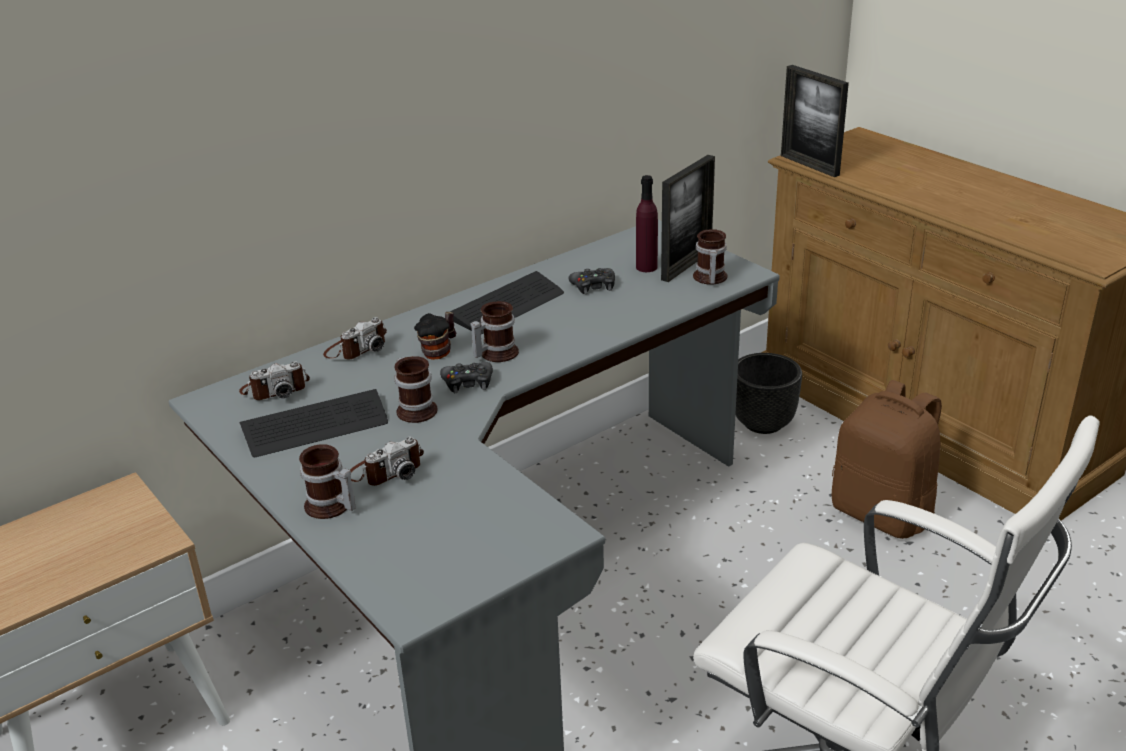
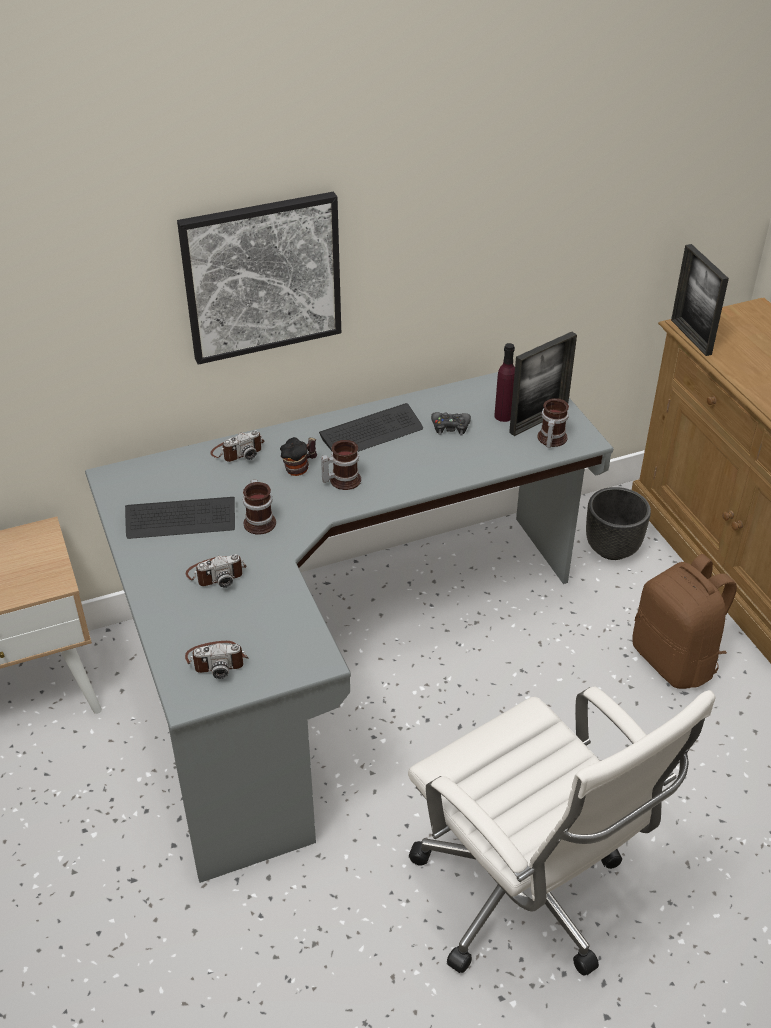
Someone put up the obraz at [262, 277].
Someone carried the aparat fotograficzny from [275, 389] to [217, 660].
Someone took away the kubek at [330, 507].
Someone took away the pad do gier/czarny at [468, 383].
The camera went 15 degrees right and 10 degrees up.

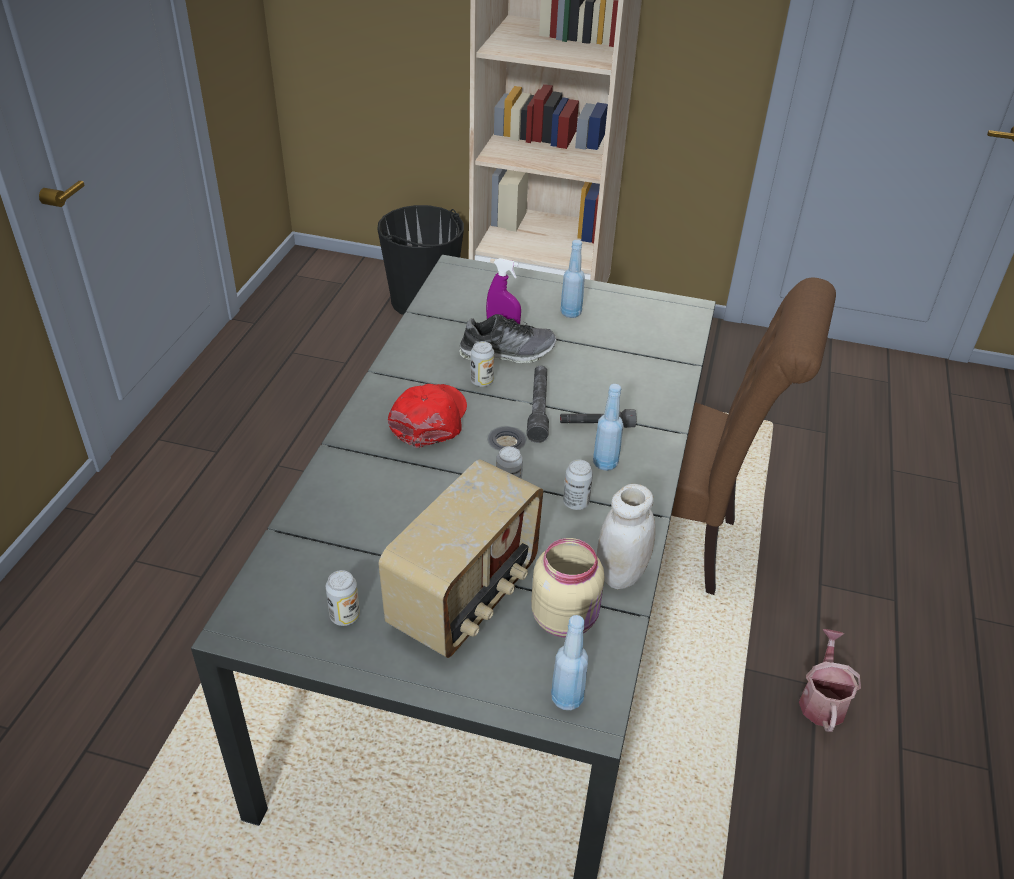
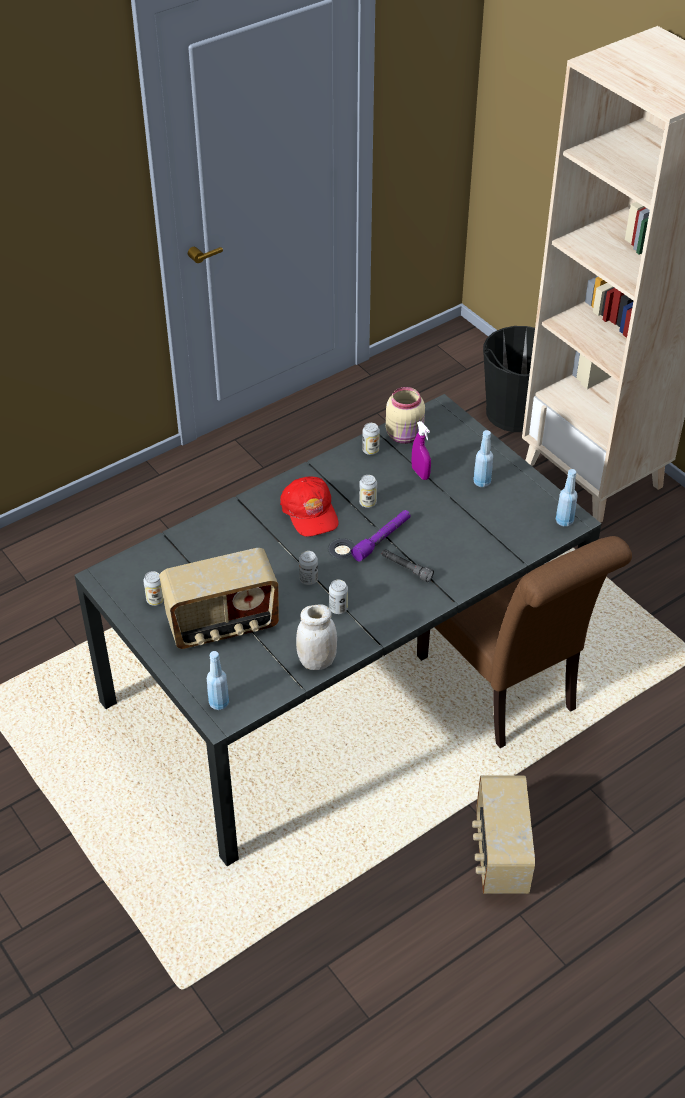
Someone rotated the czapka z daszkiem/czerwony at [430, 419] by 105 degrees clockwise.
Someone repainted the latarka/szary at [538, 408], which became the latarka/fioletowy at [382, 539].
Someone put down the puszka at [370, 450].
Someone carried the słoik/beżowy from [566, 617] to [405, 435].
Someone swapped the konewka at [822, 700] for the radio at [499, 855].
Someone carried the butelka/niebieski from [605, 463] to [564, 521].
Someone took away the but at [507, 352].
The camera went 40 degrees right and 5 degrees up.

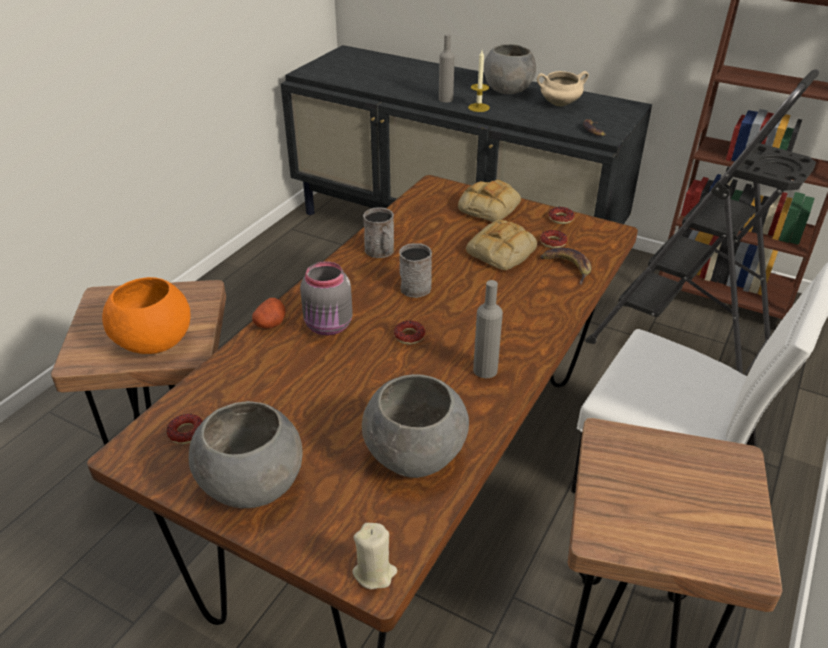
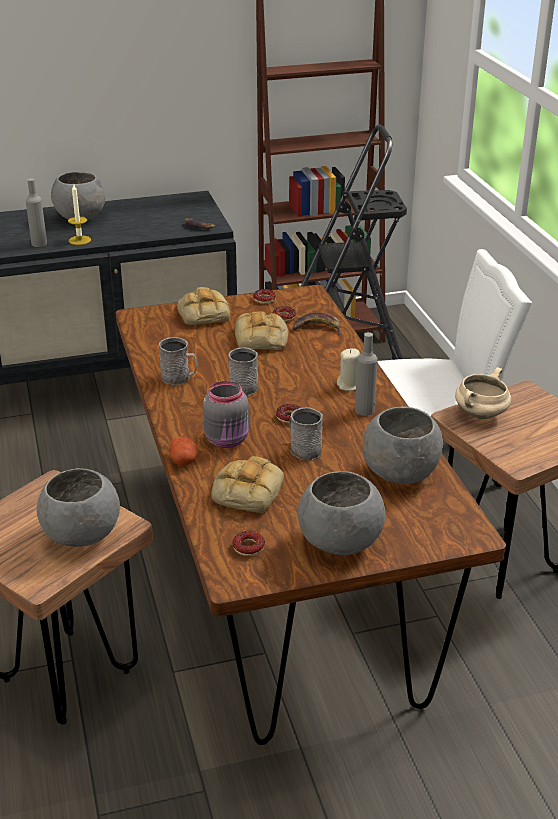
Someone repainted the miska/pomarańczowy at [154, 343], which became the miska/szary at [82, 536].
Someone put down the chleb at [247, 490].
Someone put down the kubek/szary at [303, 449].
Someone carried the świeca/beżowy from [374, 573] to [349, 385].
Someone carried the garnek/beżowy from [559, 104] to [481, 415].
The camera went 45 degrees left and 5 degrees down.

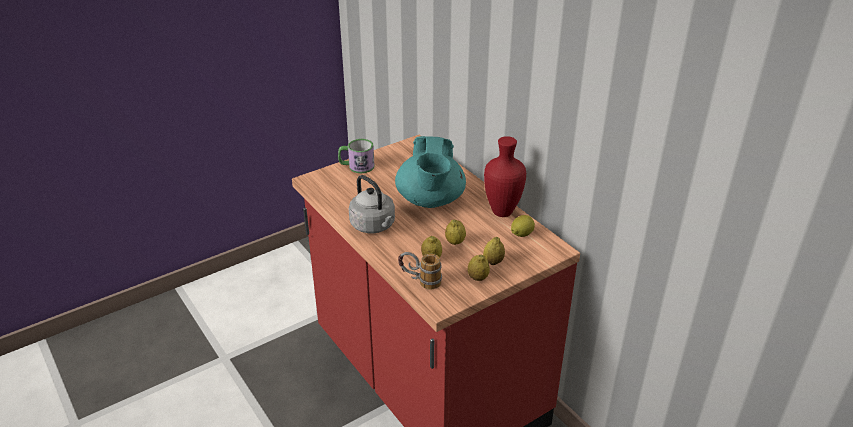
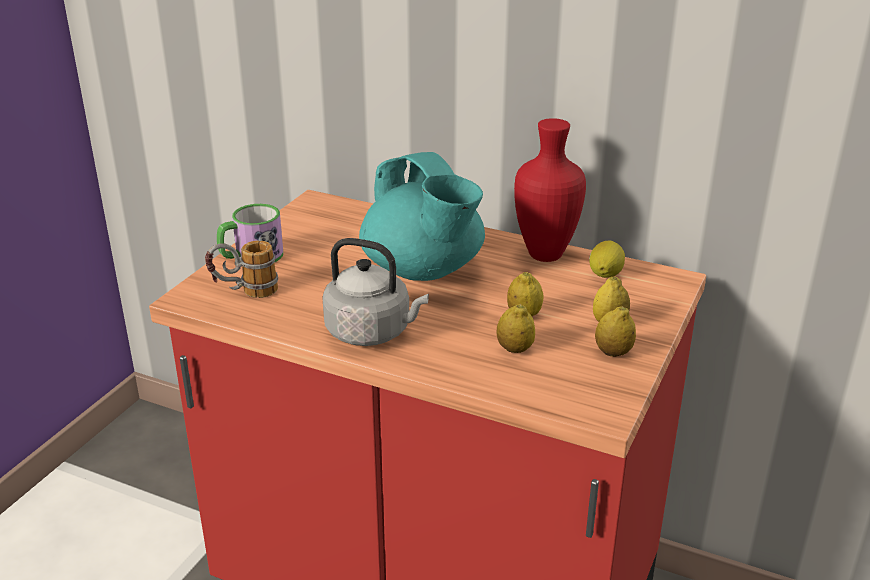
Someone carried the kubek from [420, 282] to [245, 293].
The camera went 30 degrees left and 5 degrees down.

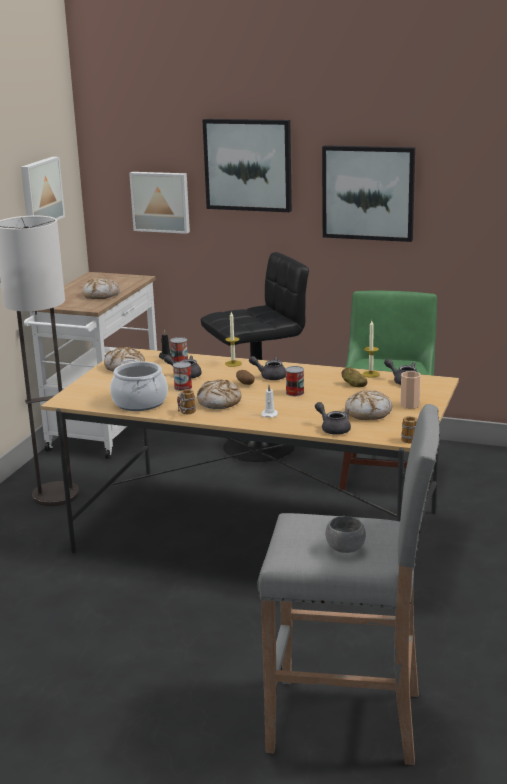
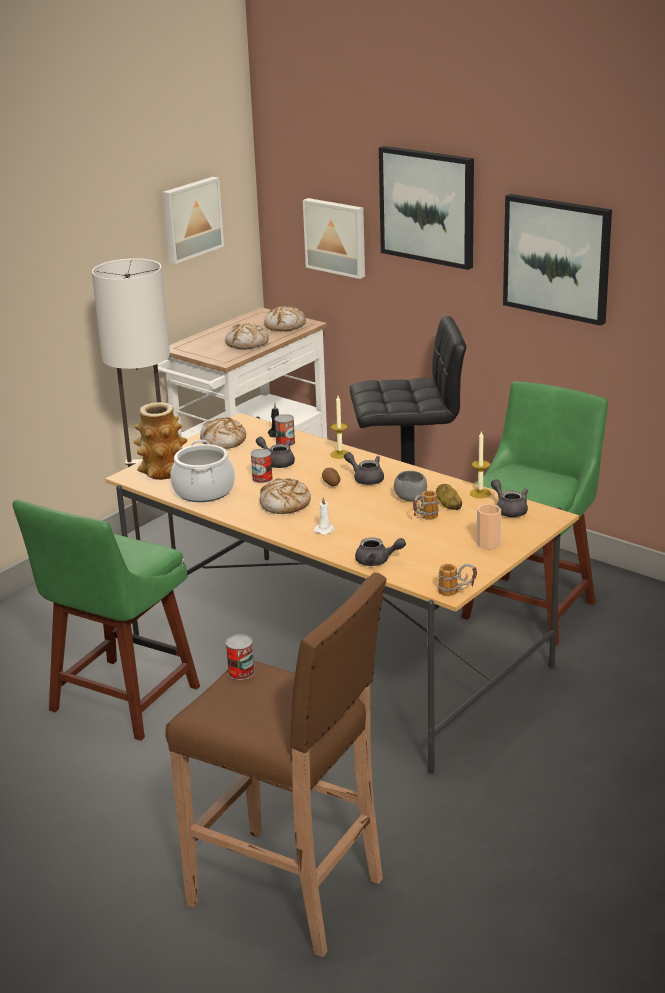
Someone put down the krzesło/zielony at [119, 702].
Someone put down the wazon at [163, 471].
Someone repainted the stołek/szary at [349, 721], which became the stołek/brązowy at [289, 892].
Someone carried the puszka from [295, 393] to [241, 672].
Someone carried the chleb from [368, 412] to [285, 326].
Someone rotated the imbryk/szary at [333, 429] by 120 degrees clockwise.
Someone carried the miska/szary from [345, 548] to [410, 498].
Someone carried the kubek from [185, 414] to [424, 518].
The camera went 20 degrees right and 5 degrees up.

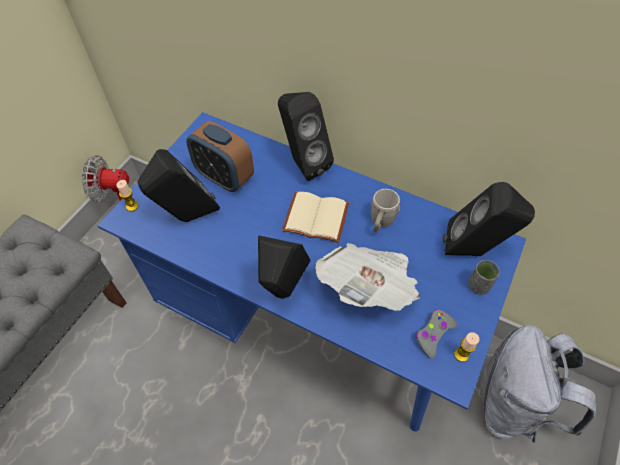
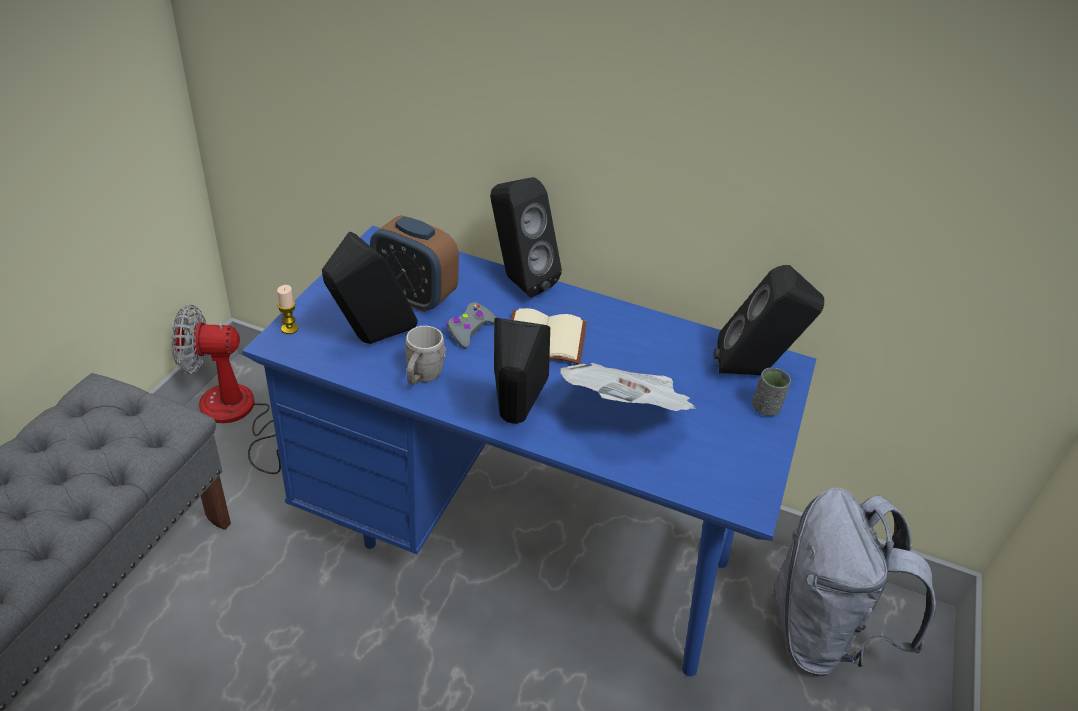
Someone carried the kubek/szary from [380, 223] to [421, 377].
Someone carried the pad do gier/szary from [433, 334] to [470, 330].
Someone took away the świeca at [461, 354].
The camera went 10 degrees left and 15 degrees down.

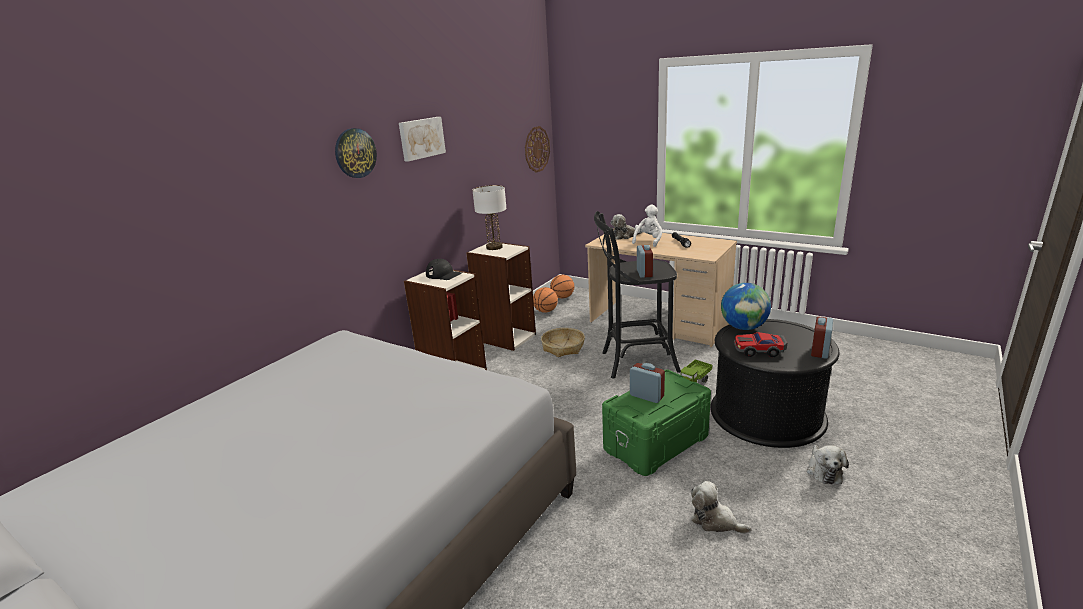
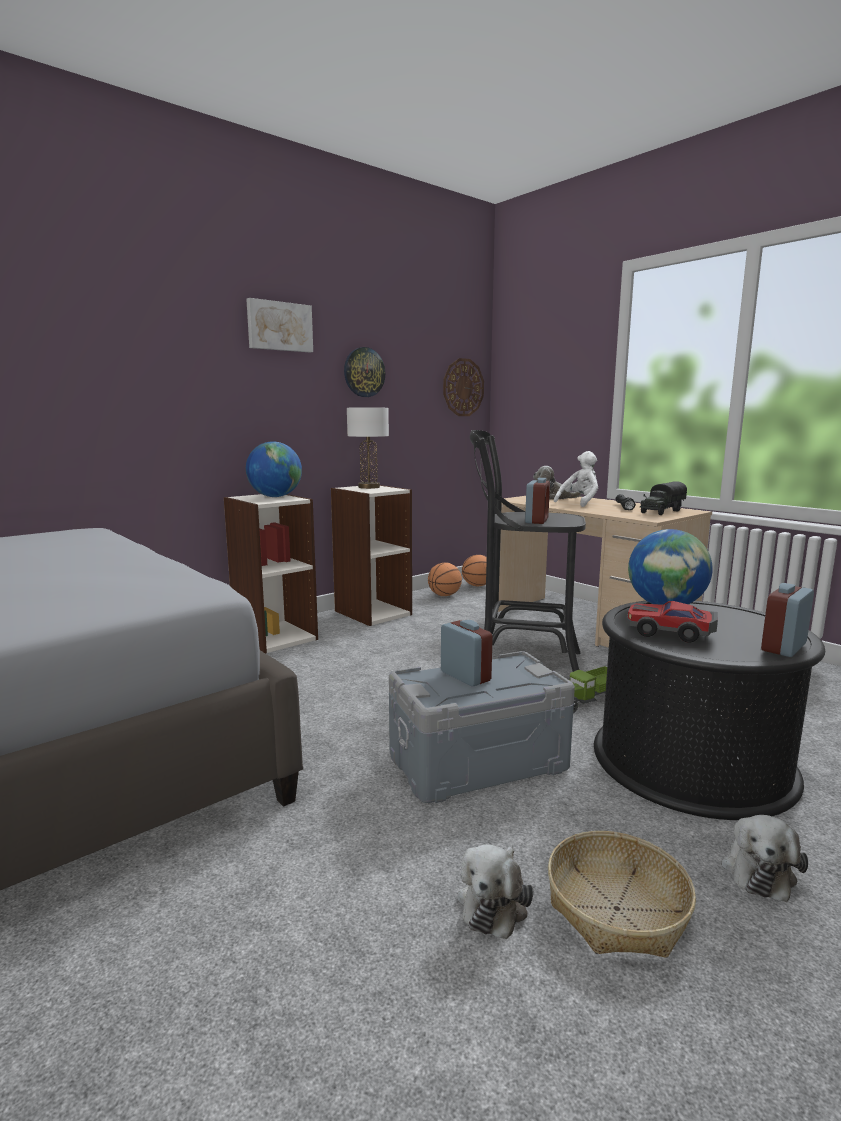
Someone swapped the czapka z daszkiem/czarny at [444, 275] for the globus at [275, 497].
Someone carried the zegar ścienny from [355, 153] to [364, 372].
Someone repainted the pojemnik do przechowywania/zielony at [655, 442], which became the pojemnik do przechowywania/szary at [476, 761].
Someone rotated the pluszak at [715, 521] by 120 degrees counterclockwise.
Someone carried the koszyk from [563, 348] to [616, 909].
Someone put down the ciężarówka zabawkowa at [661, 511].
The camera went 15 degrees right and 10 degrees down.

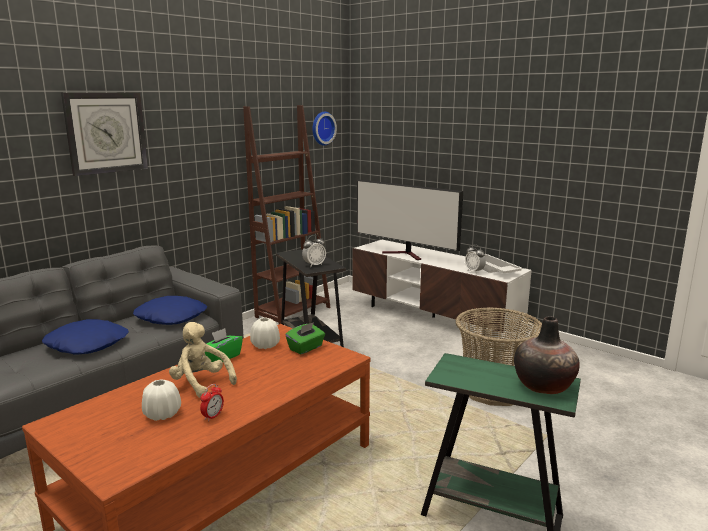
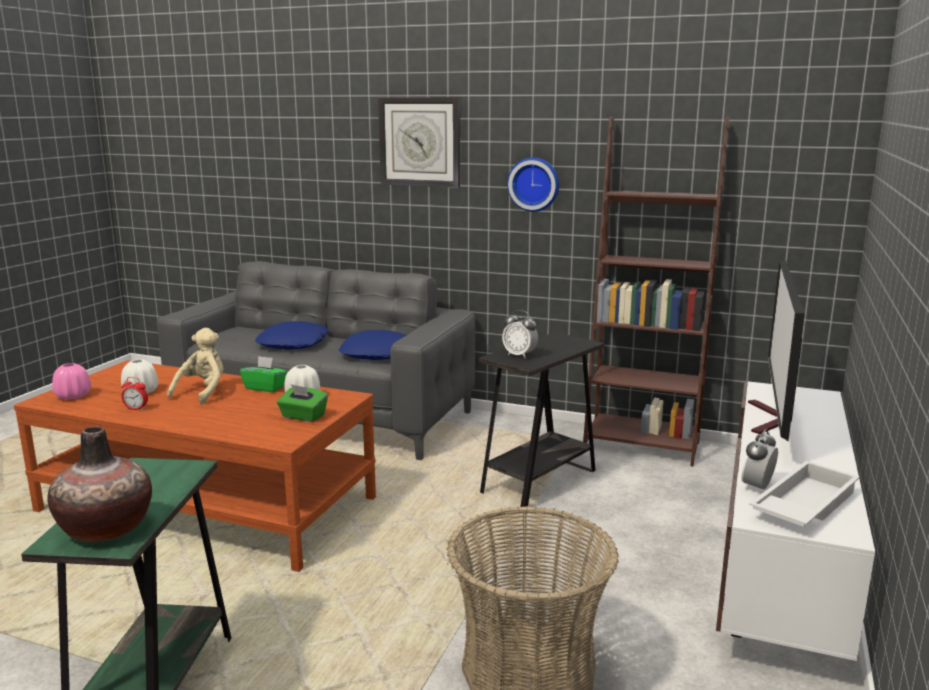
Someone put down the wazon/różowy at [73, 396].
Someone carried the zegar ścienny from [322, 128] to [534, 184].
The camera went 70 degrees right and 0 degrees up.

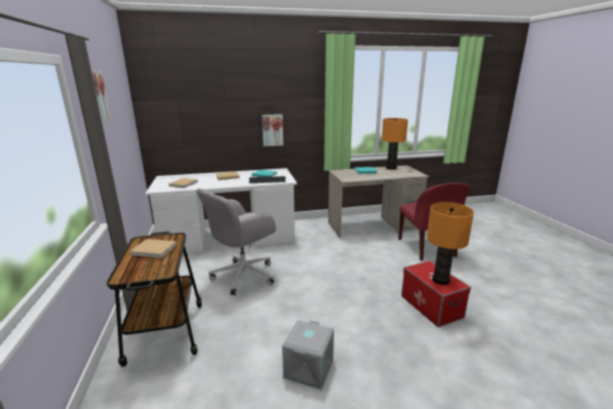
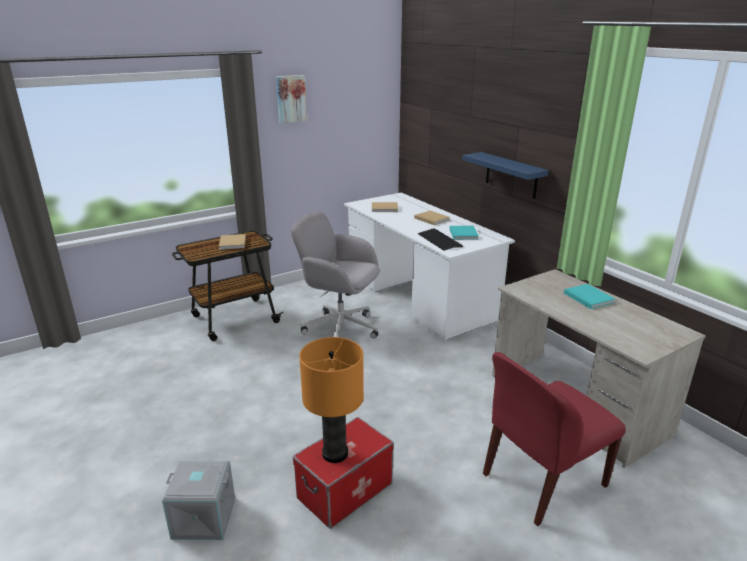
Someone carried the pojemnik do przechowywania/szary from [309, 369] to [203, 519].
Someone swapped the obraz at [272, 130] for the półka/niebieski at [511, 175].
Someone took away the lampa stołowa/pomarańczowy at [391, 168].
The camera went 70 degrees right and 5 degrees up.

